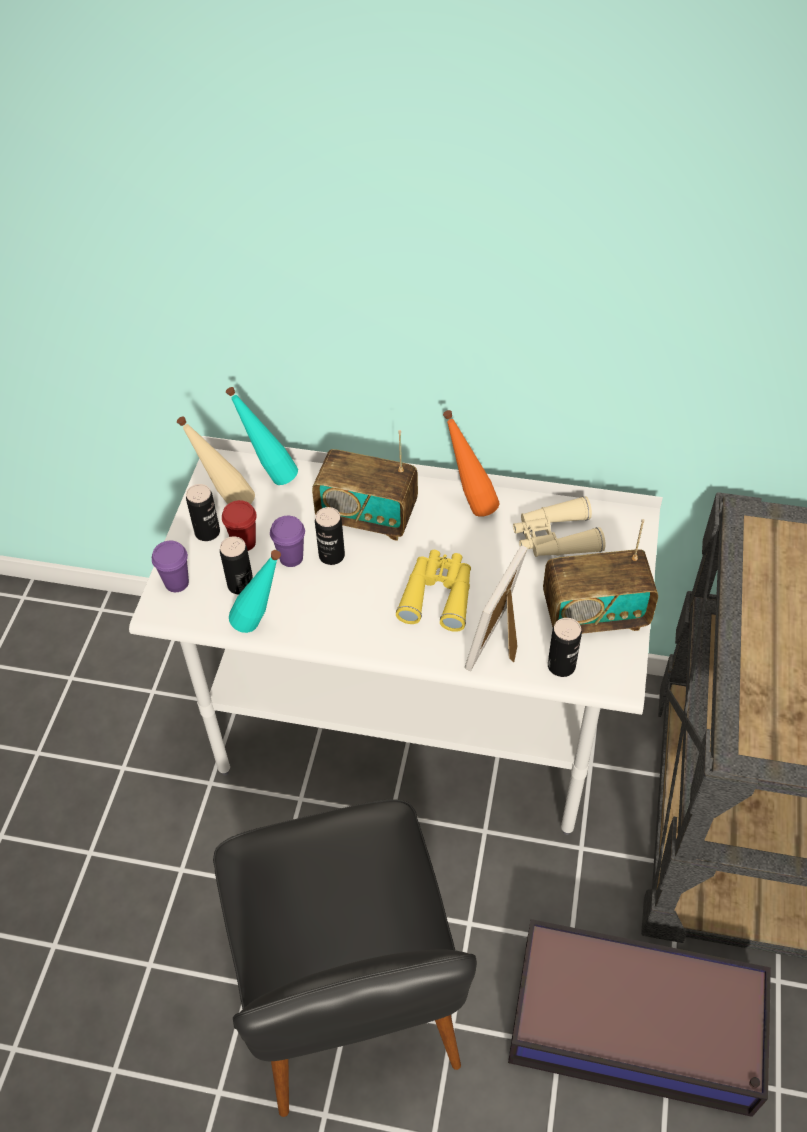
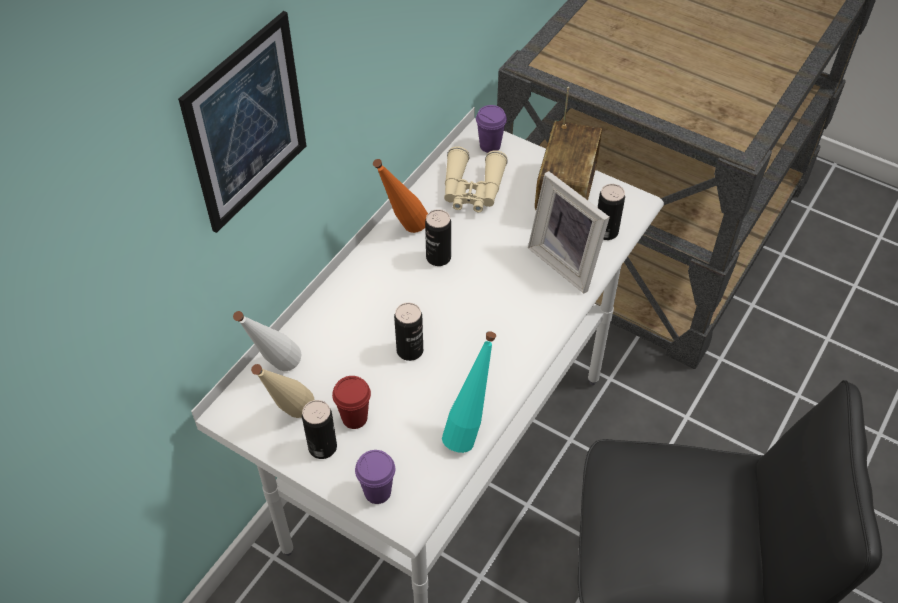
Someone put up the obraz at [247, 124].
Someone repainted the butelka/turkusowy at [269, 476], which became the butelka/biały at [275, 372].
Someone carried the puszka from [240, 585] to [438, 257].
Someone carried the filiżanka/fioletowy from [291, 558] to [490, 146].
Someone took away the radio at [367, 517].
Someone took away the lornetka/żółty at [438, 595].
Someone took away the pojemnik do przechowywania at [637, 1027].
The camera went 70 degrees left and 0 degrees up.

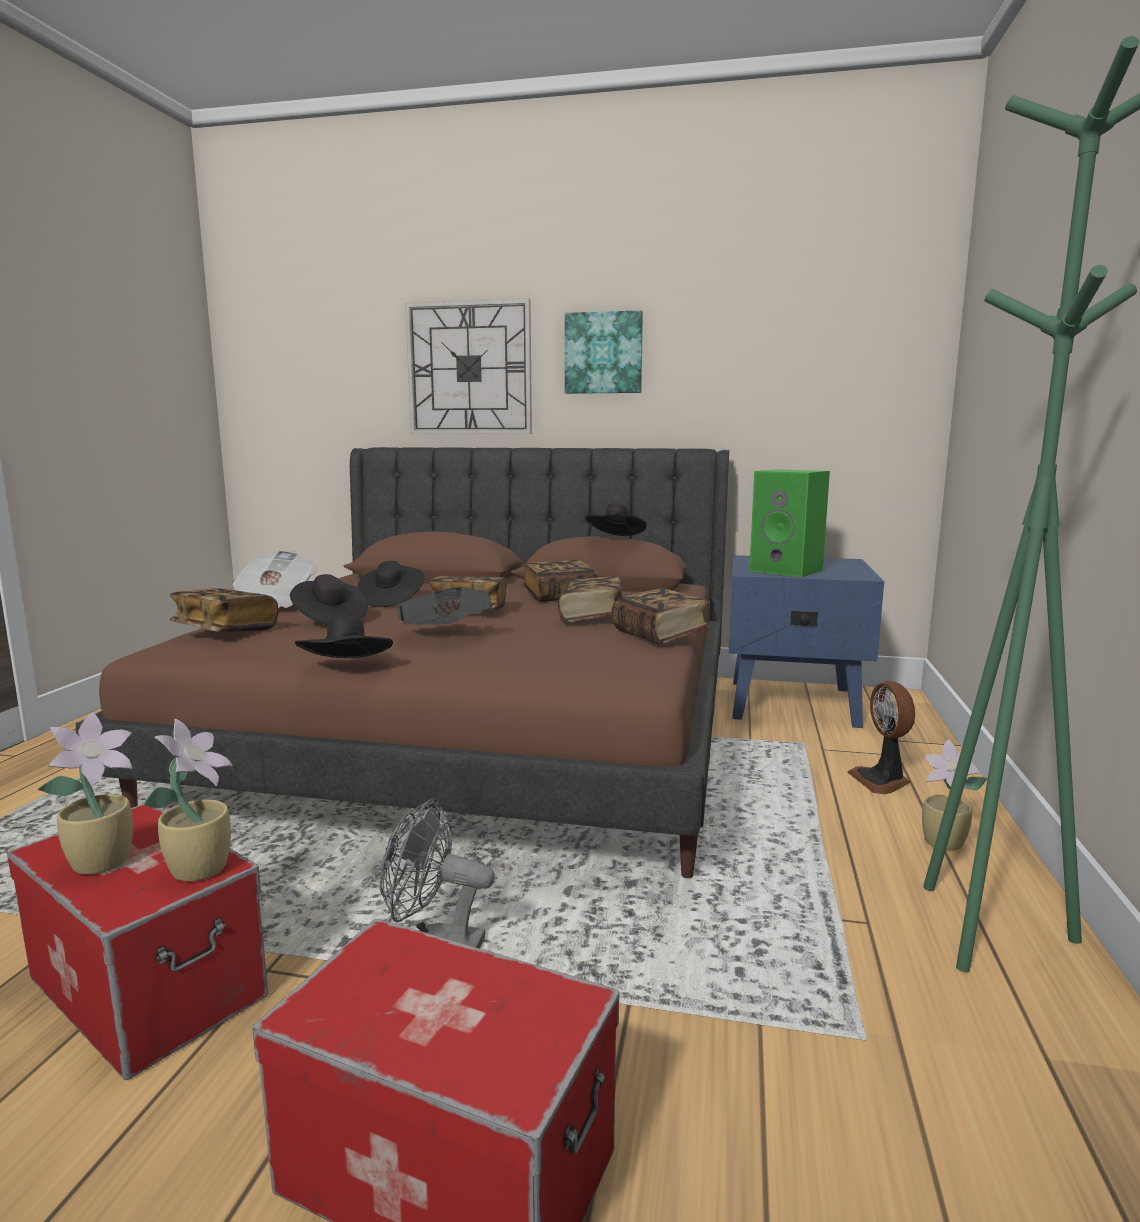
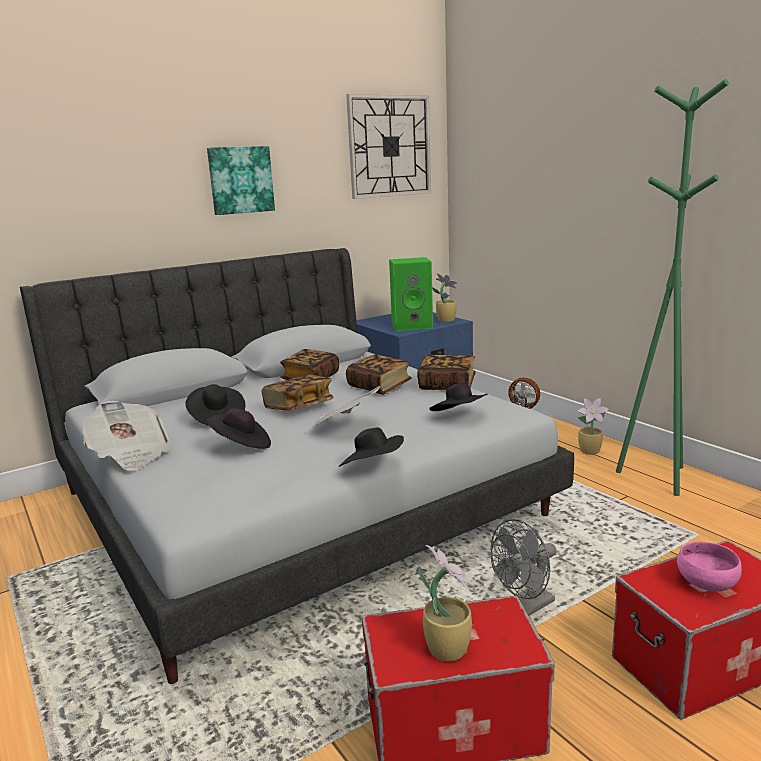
Someone repainted the łóżko/brązowy at [479, 738], which became the łóżko/szary at [294, 504].
Someone carried the zegar ścienny from [469, 369] to [389, 146].
Someone carried the kapelusz/czarny from [616, 539] to [459, 417].
Someone carried the roślina doniczkowa from [202, 868] to [445, 320].
Someone put down the miska/różowy at [705, 583].
Someone took away the książka at [226, 630].
The camera went 45 degrees left and 5 degrees up.

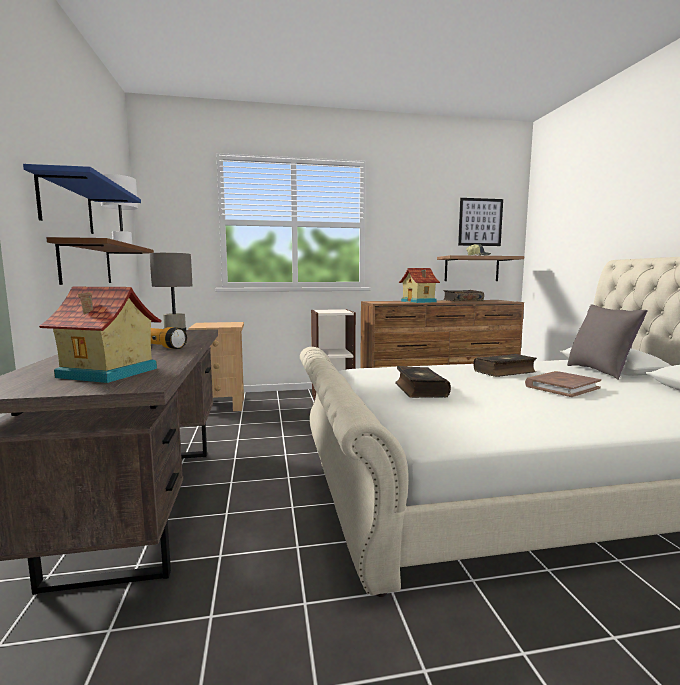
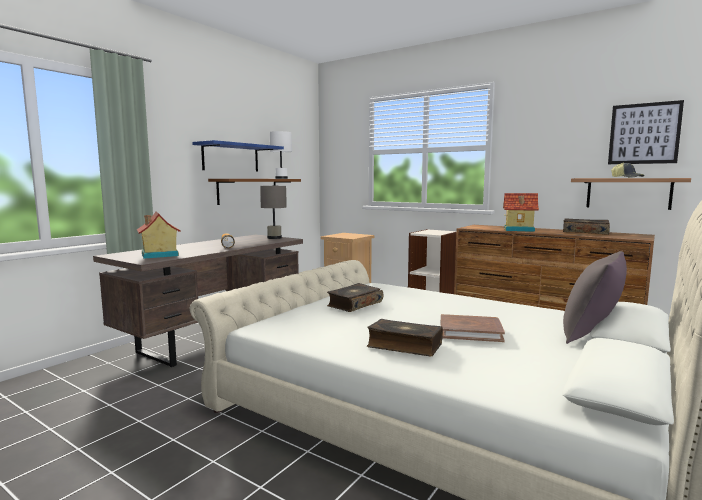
Someone carried the książka from [505, 372] to [404, 346].
The camera went 45 degrees right and 0 degrees up.

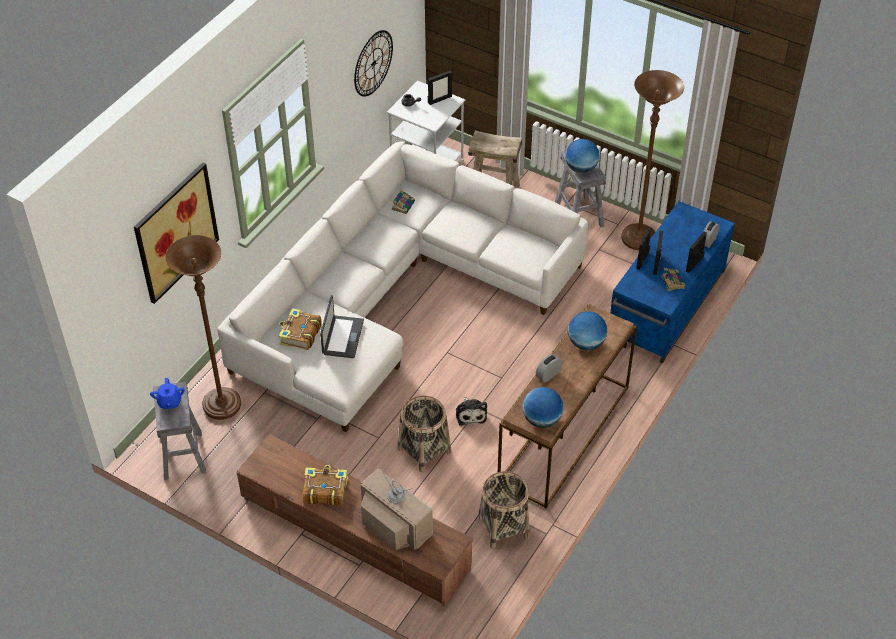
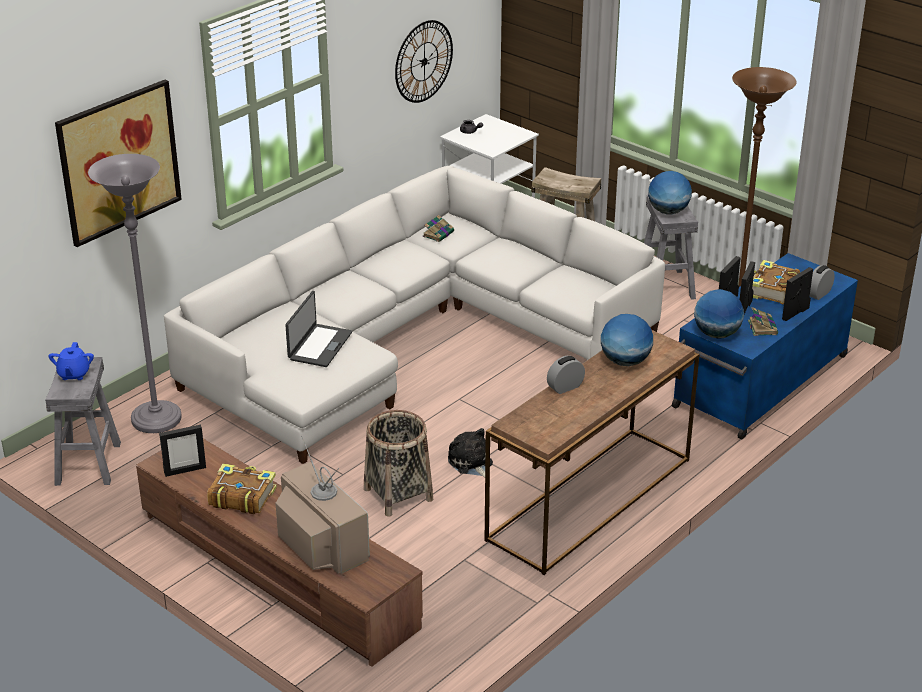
Someone repainted the lampa stojąca/brązowy at [222, 405], which became the lampa stojąca/szary at [156, 420].
Someone carried the ramka na zdjęcie from [439, 99] to [185, 470].
Someone rotated the pluszak at [470, 413] by 150 degrees clockwise.
Someone carried the globus from [542, 419] to [716, 334].
Someone carried the książka from [300, 334] to [771, 290].
Someone took away the koszyk at [503, 527].
The camera went 10 degrees right and 15 degrees down.

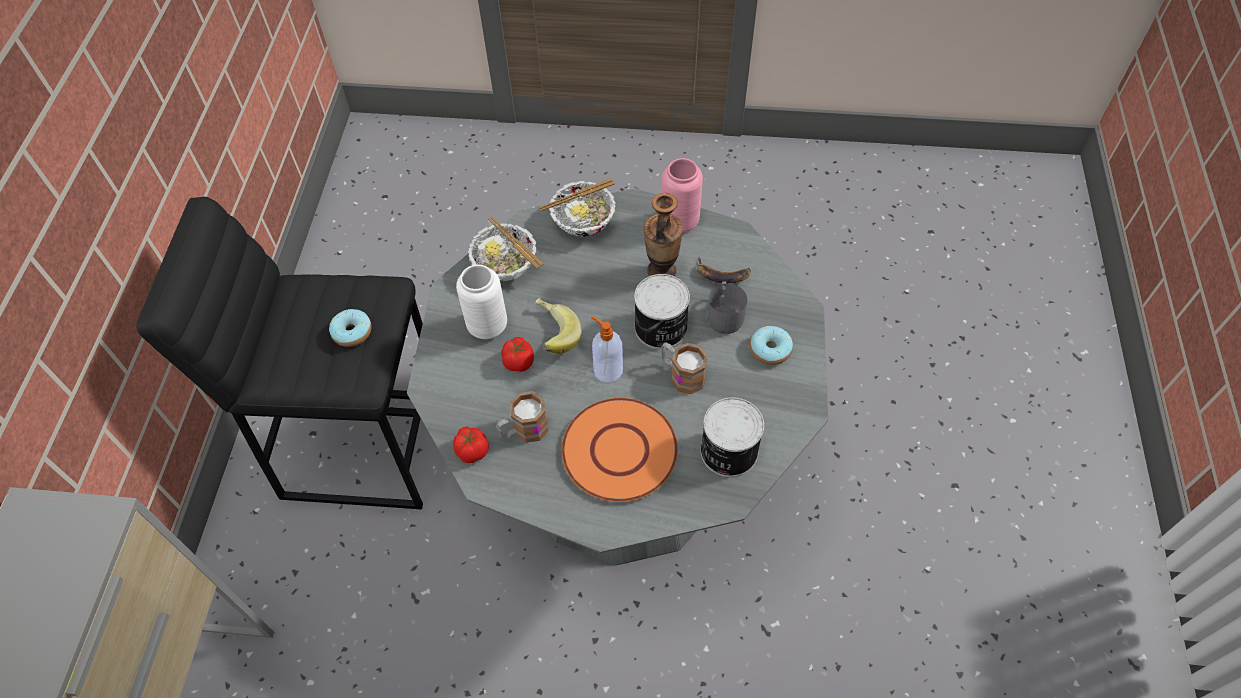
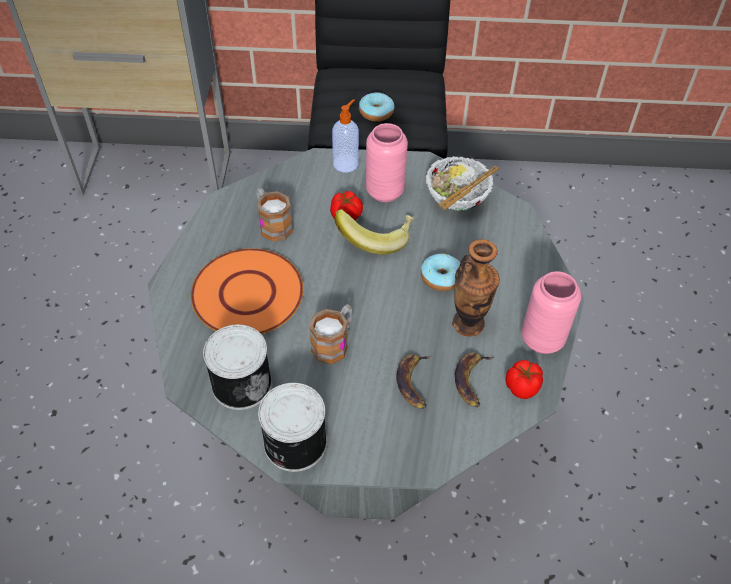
Someone carried the puszka from [661, 328] to [293, 443].
Someone carried the dozownik mydła from [607, 370] to [346, 163].
Someone repainted the wazon/biały at [487, 326], which became the wazon/różowy at [384, 192].
Someone swapped the kubek/szary at [725, 315] for the banan at [414, 383].
Someone carried the donut from [770, 350] to [441, 277].
Someone carried the pomidor from [472, 450] to [522, 386].
Someone took away the miska at [583, 222].
The camera went 85 degrees right and 5 degrees down.

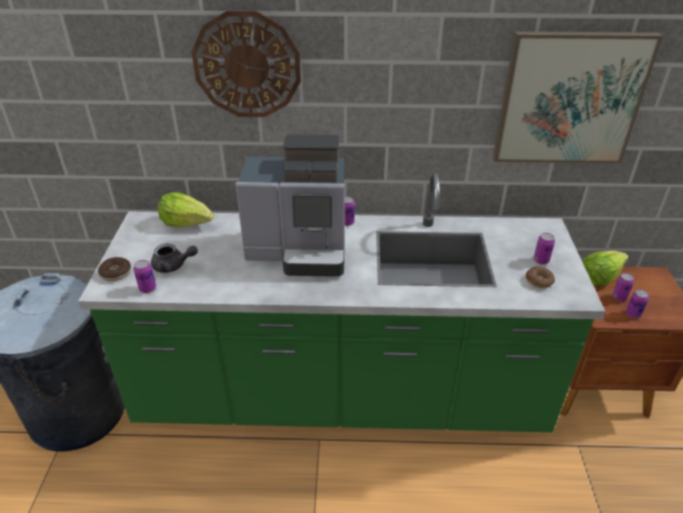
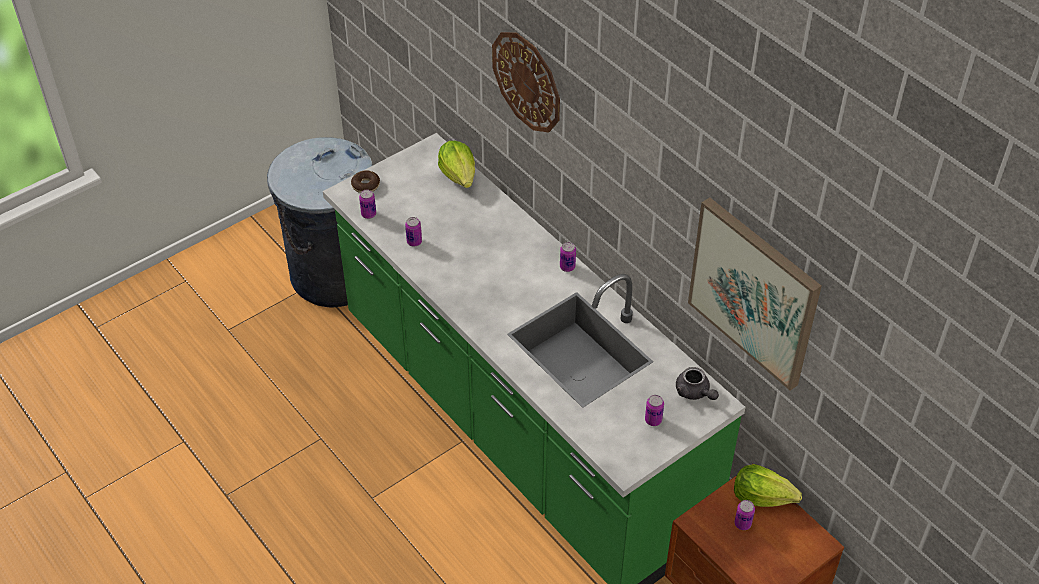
Someone carried the puszka from [633, 314] to [414, 242].
Someone carried the imbryk/szary from [173, 266] to [694, 393].
Someone took away the ekspres do kawy at [301, 251].
Someone took away the donut at [539, 281].
The camera went 50 degrees right and 10 degrees up.

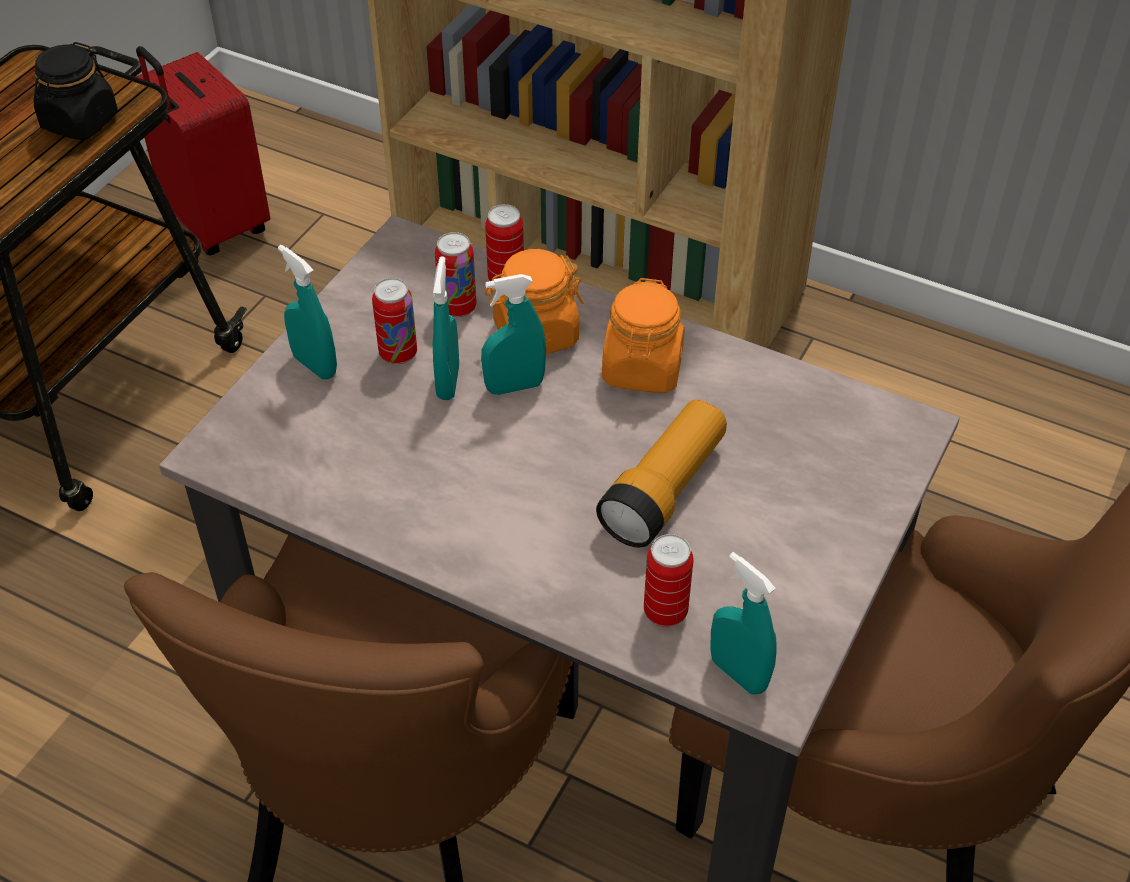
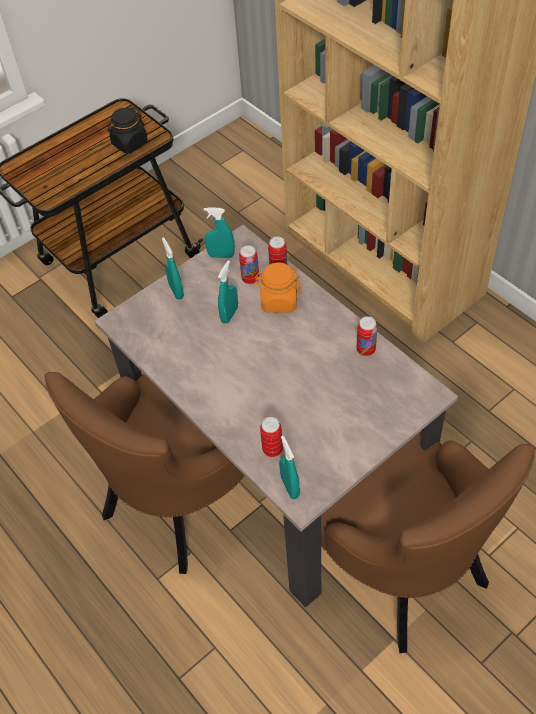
Someone carried the spryskiwacz/turkusowy from [514, 386] to [221, 255].
Someone carried the puszka from [398, 354] to [366, 350].
Someone took away the walizka/czerwony at [214, 225].
Someone took away the latarka at [664, 490].
Someone took away the słoik/pomarańczowy at [642, 369].
The camera went 25 degrees right and 5 degrees up.

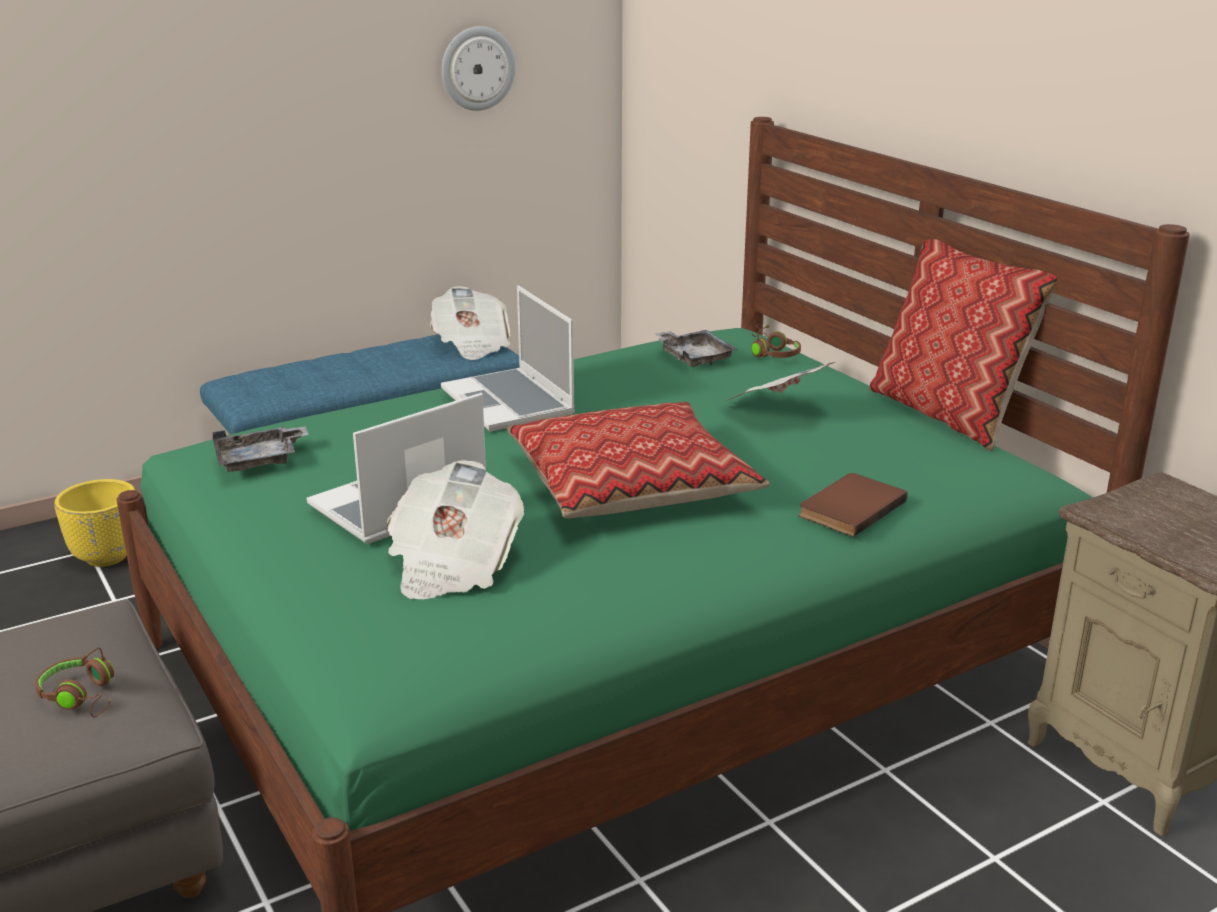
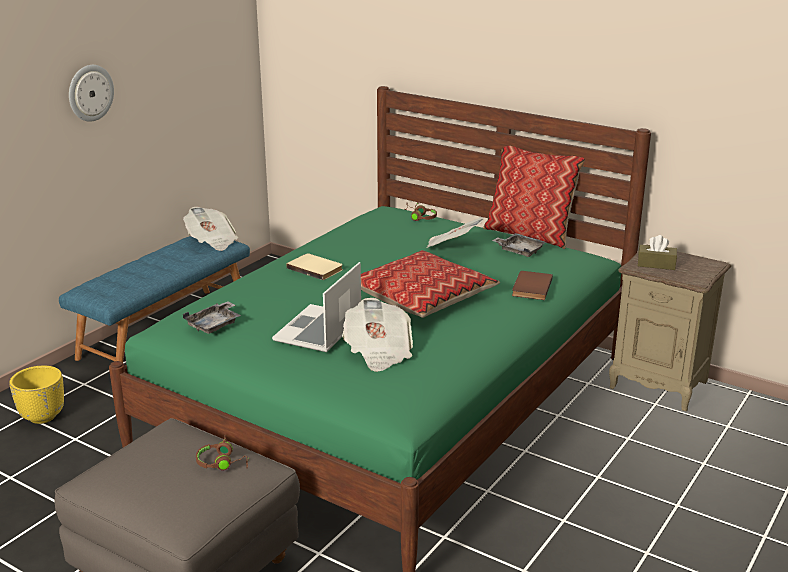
Someone carried the zegar ścienny from [477, 68] to [90, 93].
Someone swapped the laptop at [510, 403] for the książka/beżowy at [316, 268].
Someone carried the taca/szary from [694, 357] to [519, 250].
Someone put down the pudełko chusteczek/brązowy at [656, 264].
The camera went 25 degrees left and 0 degrees up.

